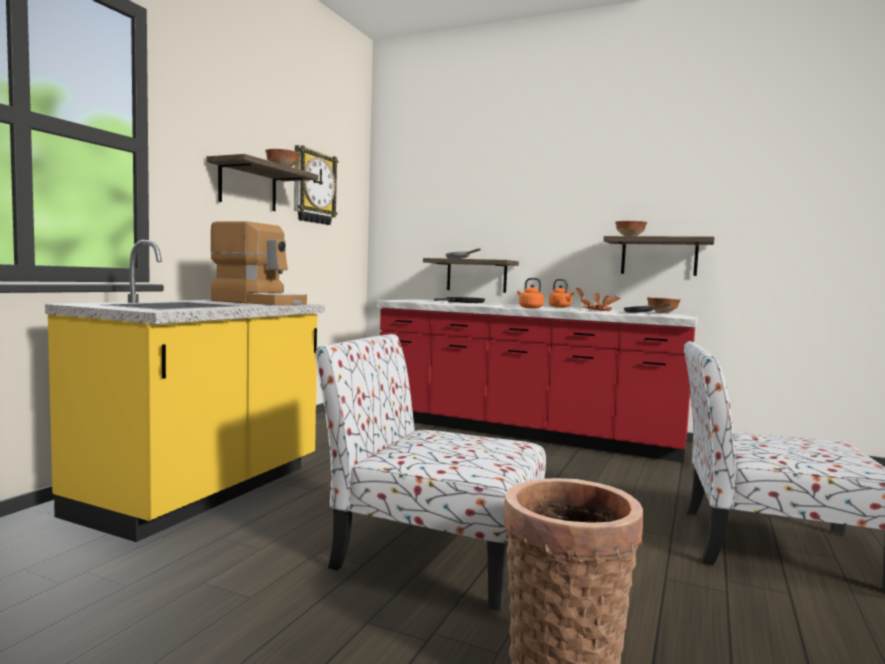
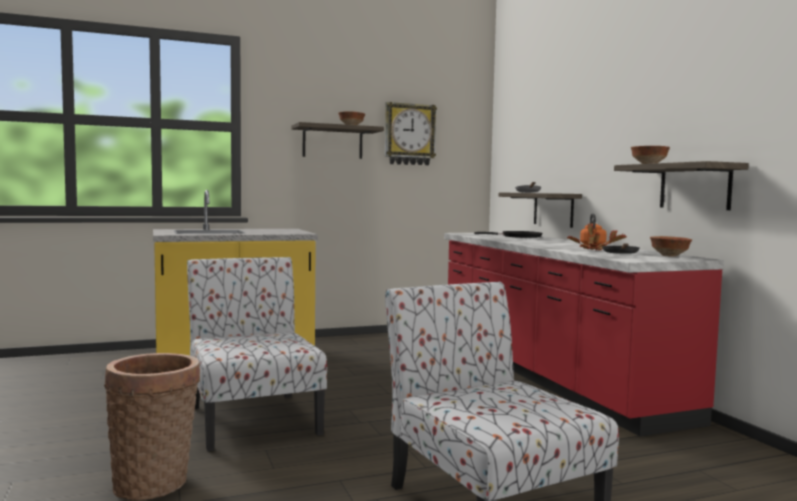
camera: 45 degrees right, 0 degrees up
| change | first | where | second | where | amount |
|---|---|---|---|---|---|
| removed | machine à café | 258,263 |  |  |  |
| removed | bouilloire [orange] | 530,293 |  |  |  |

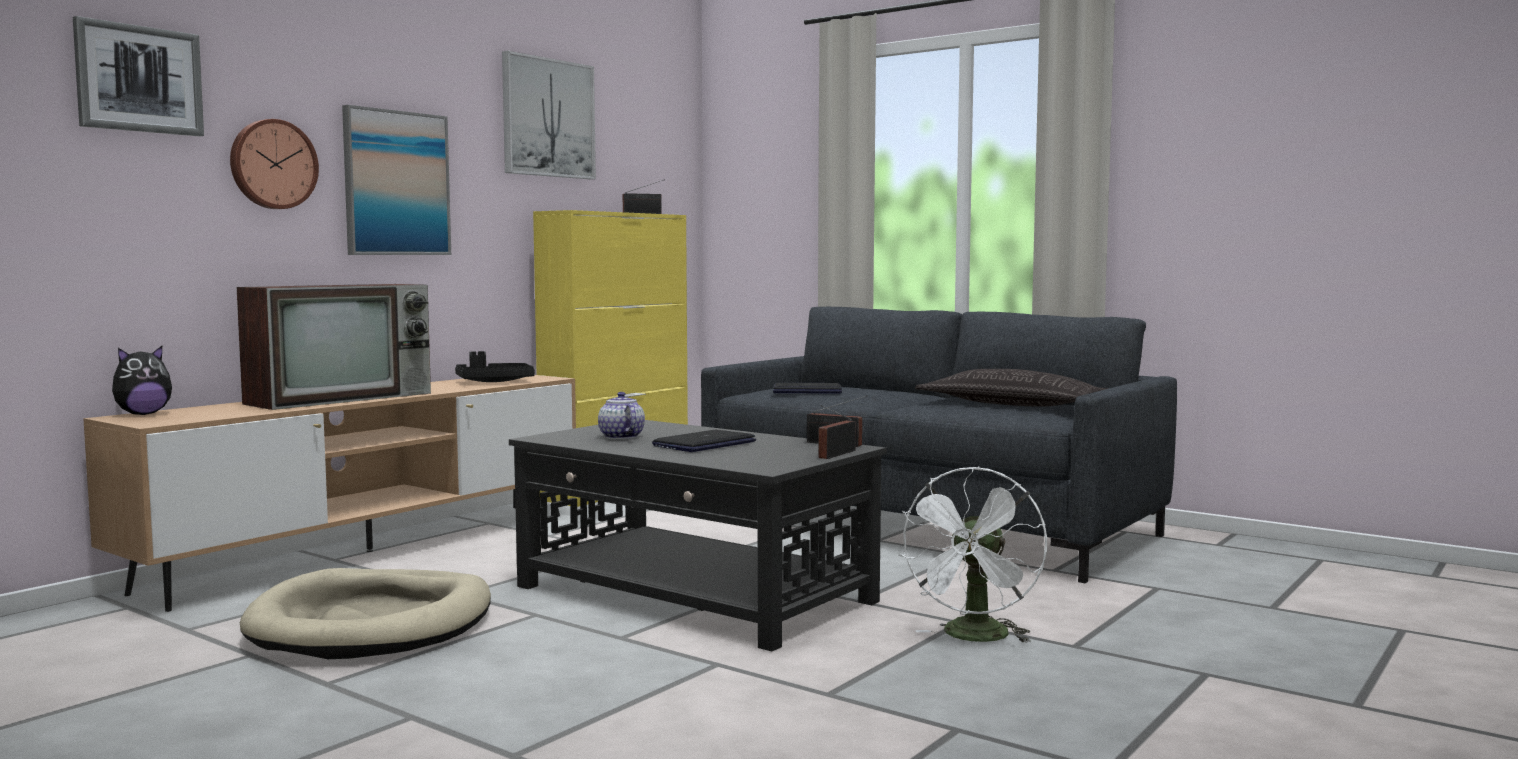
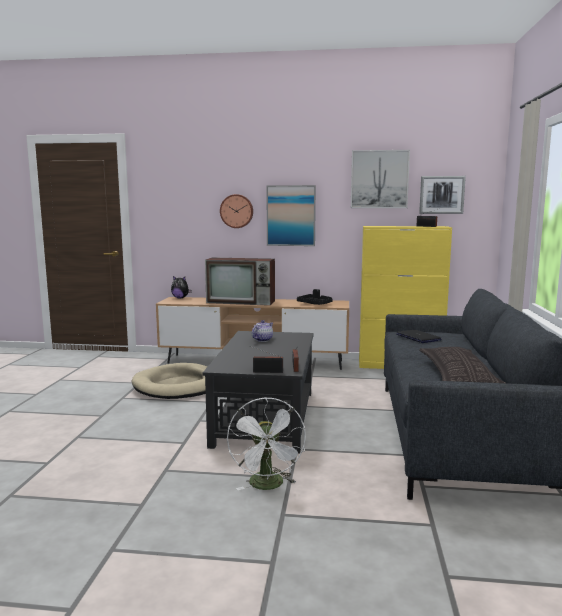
camera: 60 degrees right, 5 degrees up
| change | first | where | second | where | amount |
|---|---|---|---|---|---|
| turned | ventilateur [blanc] | 973,555 |  | 266,444 | 90 degrees counterclockwise |
| moved | tableau | 138,76 |  | 442,195 |  |
| removed | ordinateur portable | 704,441 |  |  |  |

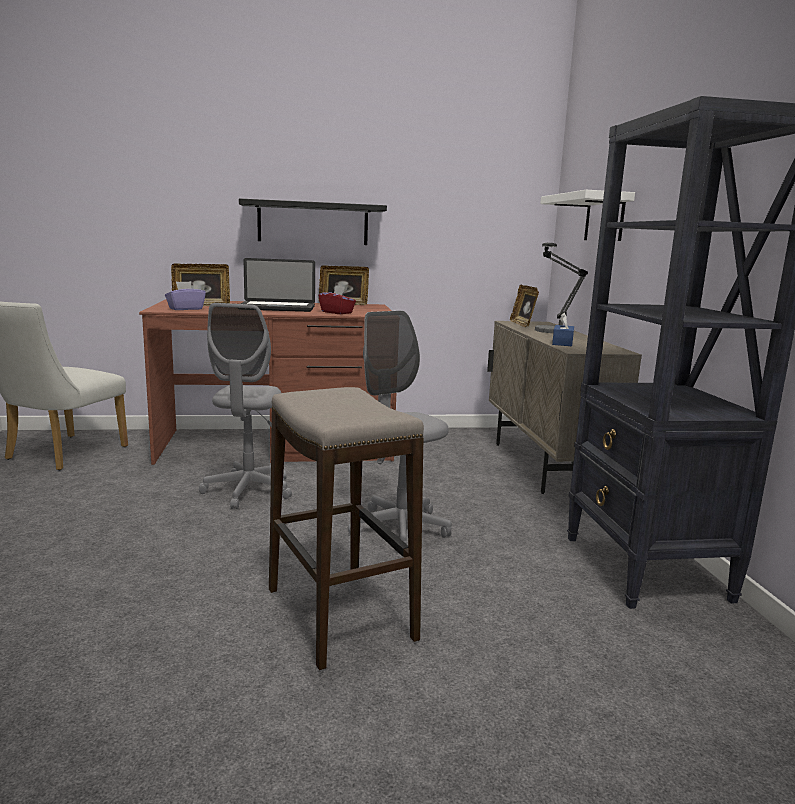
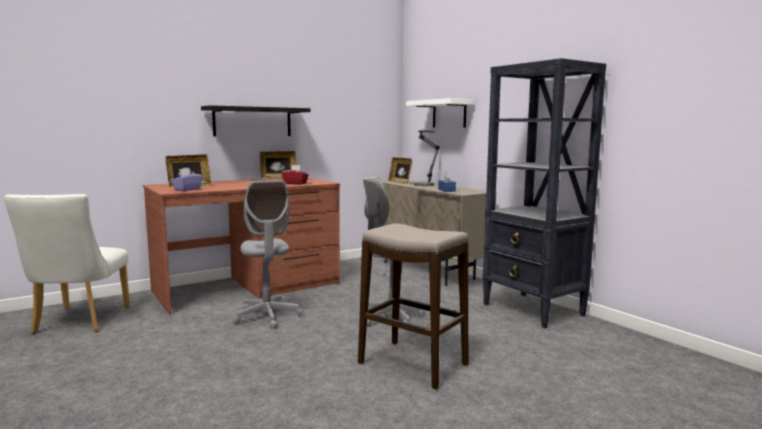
camera: 25 degrees left, 5 degrees down
| change | first | where | second | where | amount |
|---|---|---|---|---|---|
| removed | ordinateur portable | 278,285 |  |  |  |

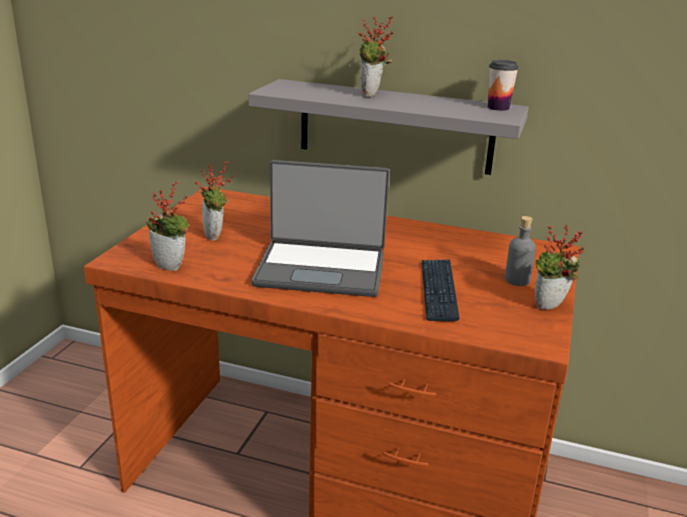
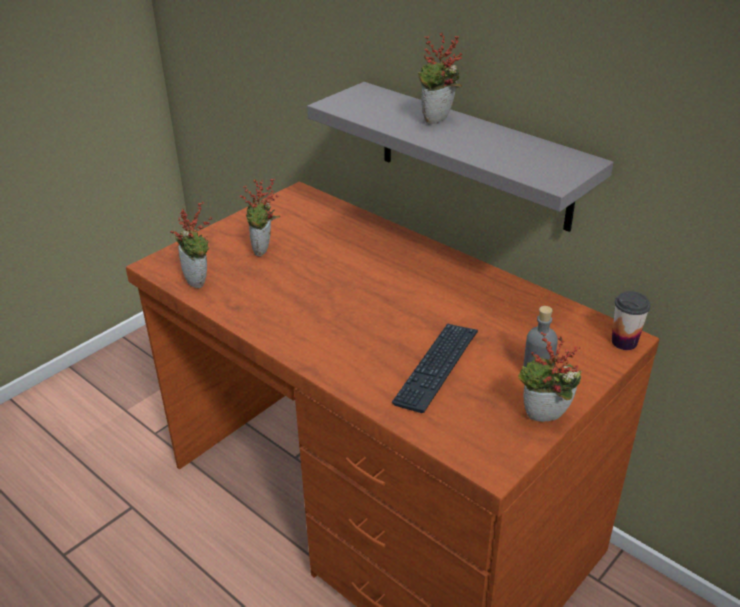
camera: 25 degrees right, 10 degrees up
| change | first | where | second | where | amount |
|---|---|---|---|---|---|
| moved | tasse | 503,85 |  | 631,320 |  |
| removed | ordinateur portable | 321,228 |  |  |  |

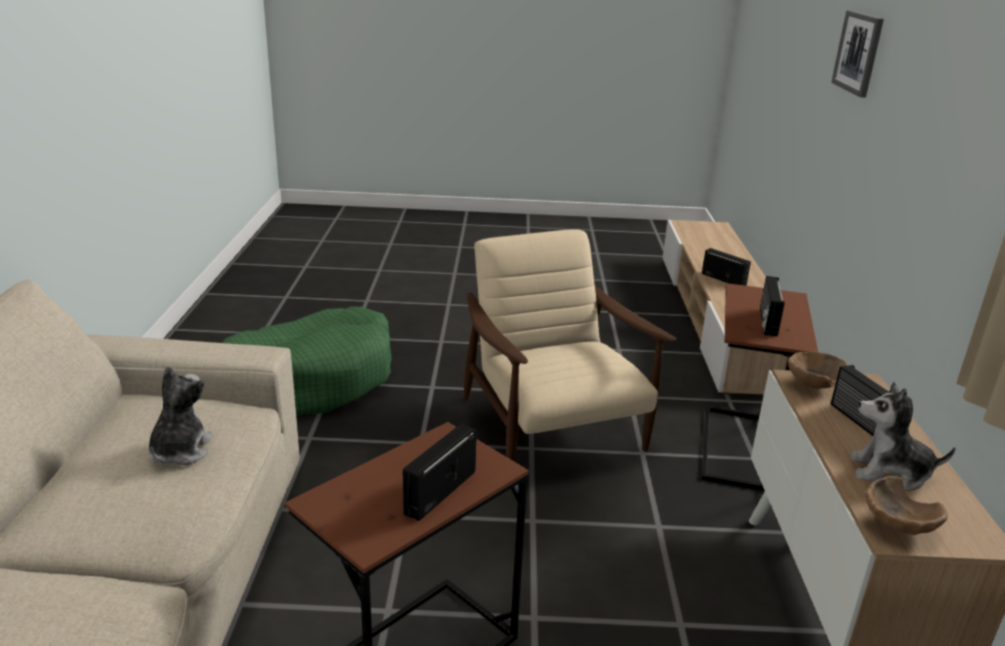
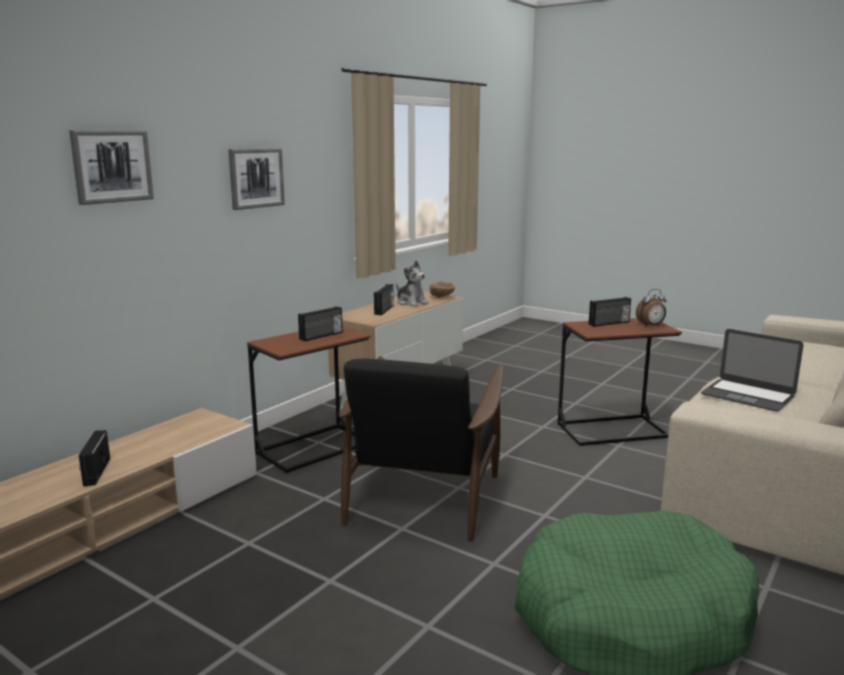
camera: 145 degrees left, 10 degrees down
| change | first | where | second | where | amount |
|---|---|---|---|---|---|
| added |  |  | tableau | 256,179 |  |
| recoloured | fauteuil [beige] | 570,345 | fauteuil [noir] | 421,449 |  |
| added |  |  | réveil | 651,307 |  |
| replaced | peluche | 181,416 | ordinateur portable | 752,370 |  |
| removed | bol [marron] | 818,370 |  |  |  |

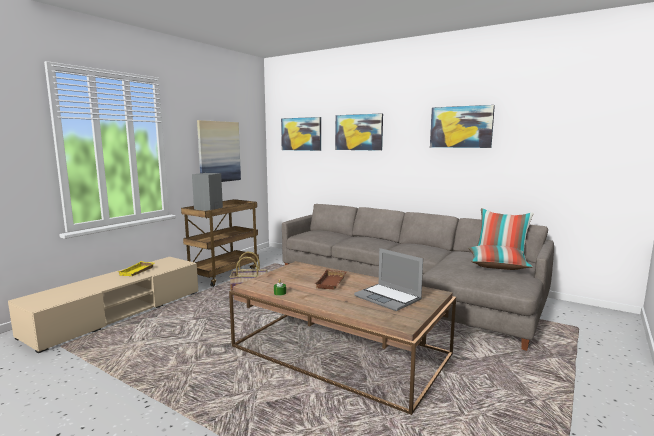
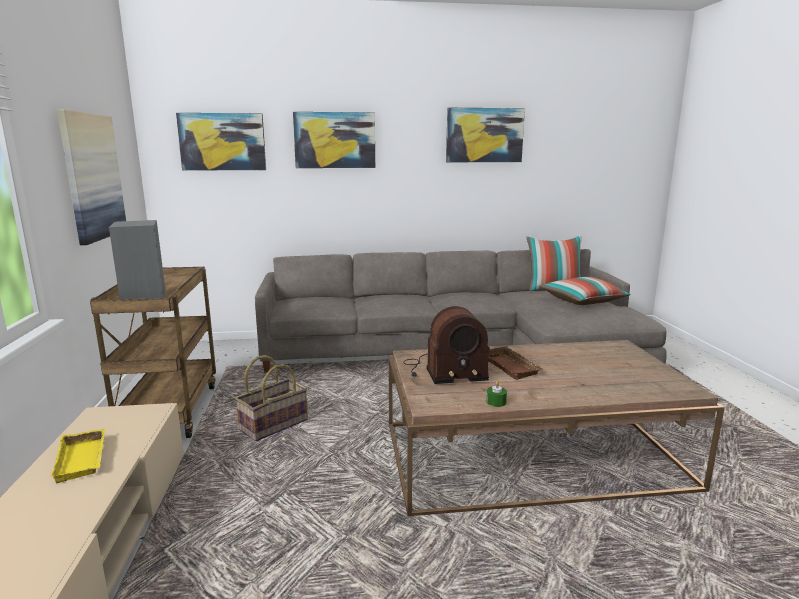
camera: 40 degrees left, 5 degrees up
| change | first | where | second | where | amount |
|---|---|---|---|---|---|
| added |  |  | radio | 447,345 |  |
| removed | ordinateur portable | 388,279 |  |  |  |

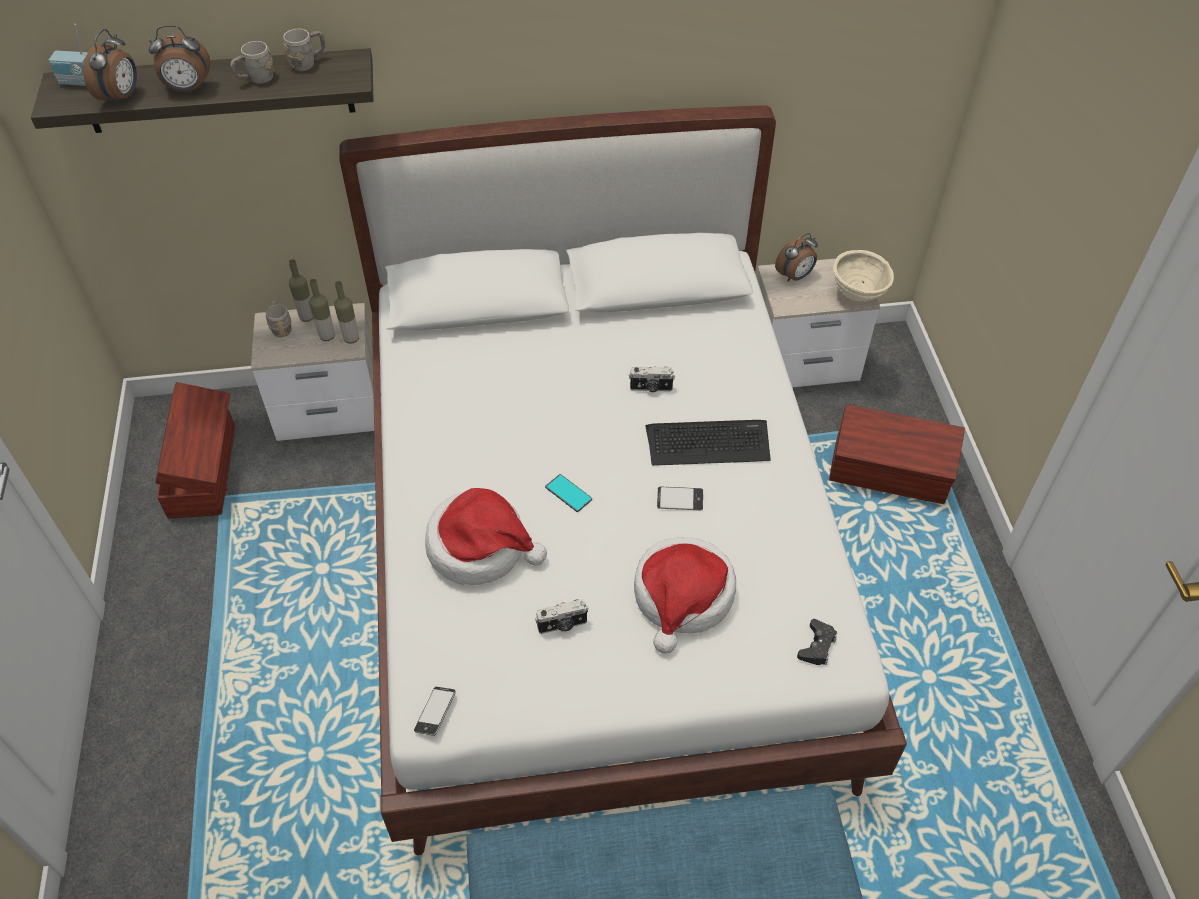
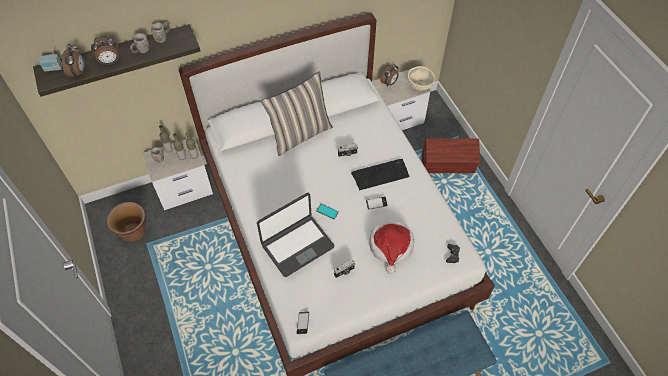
camera: 15 degrees left, 5 degrees up
| change | first | where | second | where | amount |
|---|---|---|---|---|---|
| replaced | boîte de rangement [marron] | 195,450 | cache-pot [marron] | 126,222 |  |
| replaced | chapeau | 486,536 | ordinateur portable | 296,235 |  |
| added |  |  | coussin | 297,113 |  |

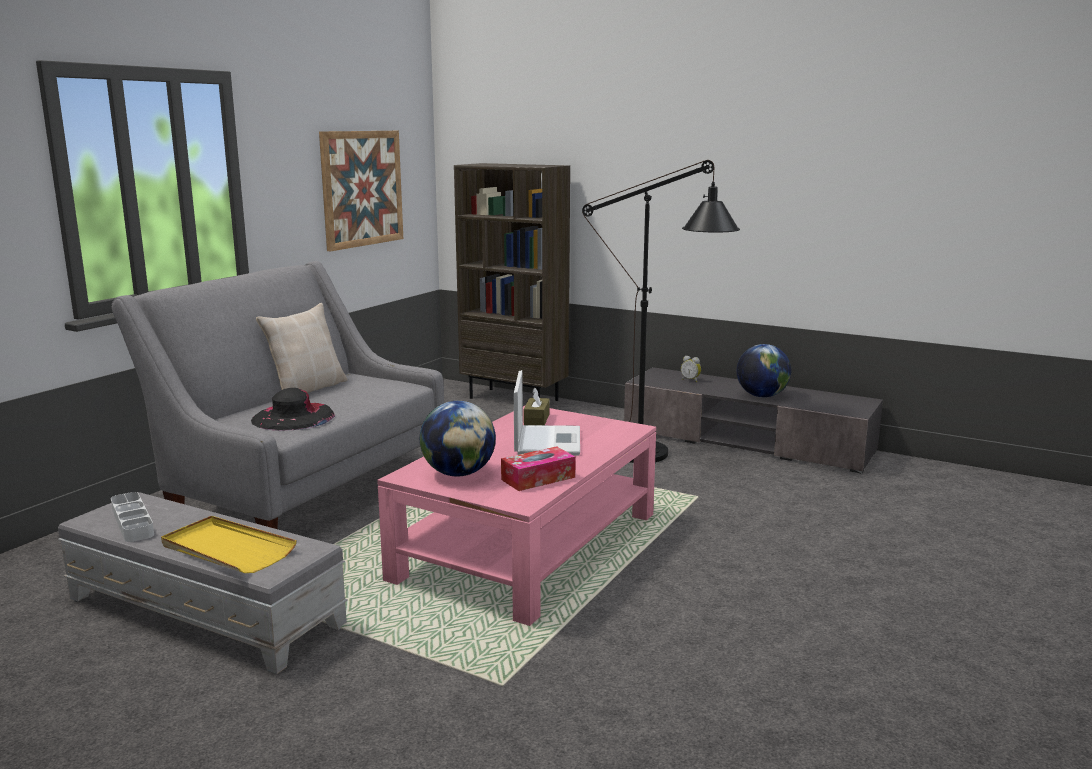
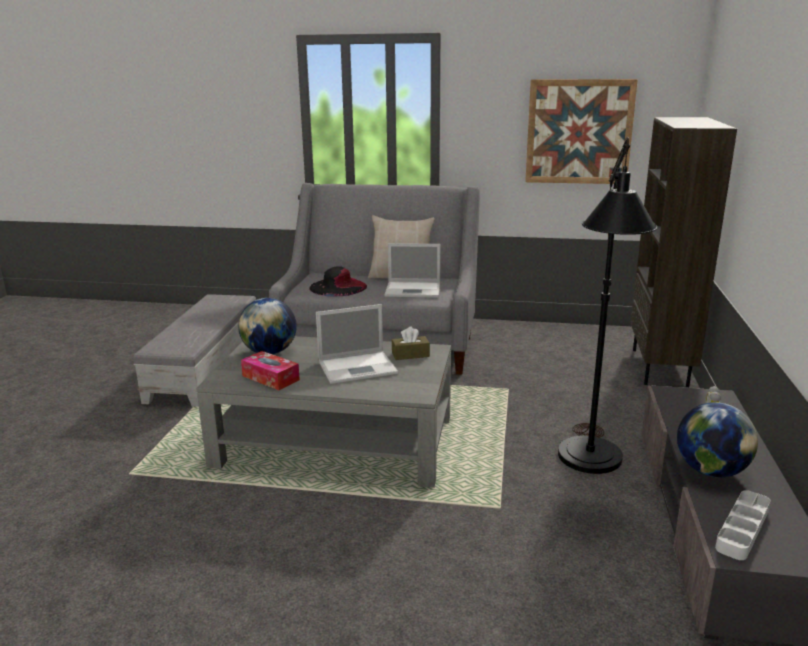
camera: 70 degrees right, 5 degrees up
| change | first | where | second | where | amount |
|---|---|---|---|---|---|
| recoloured | table basse [rose] | 516,515 | table basse [gris] | 323,412 |  |
| added |  |  | ordinateur portable | 412,270 |  |
| moved | plateau [gris] | 132,517 |  | 743,525 |  |
| removed | plateau [jaune] | 229,544 |  |  |  |

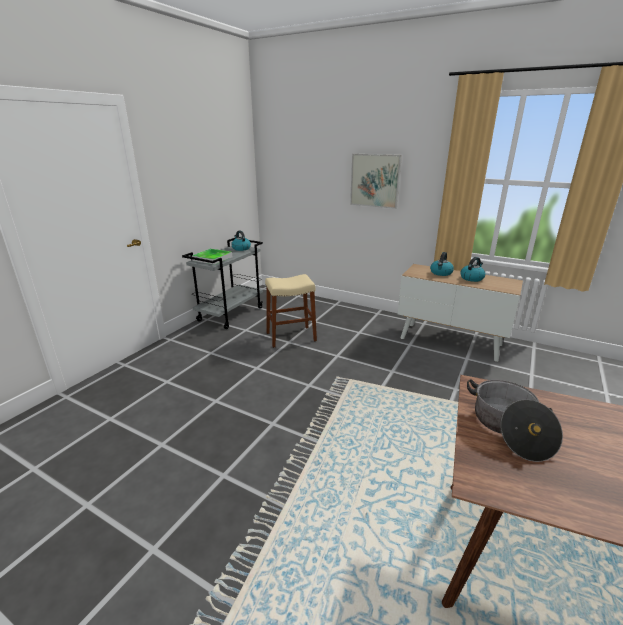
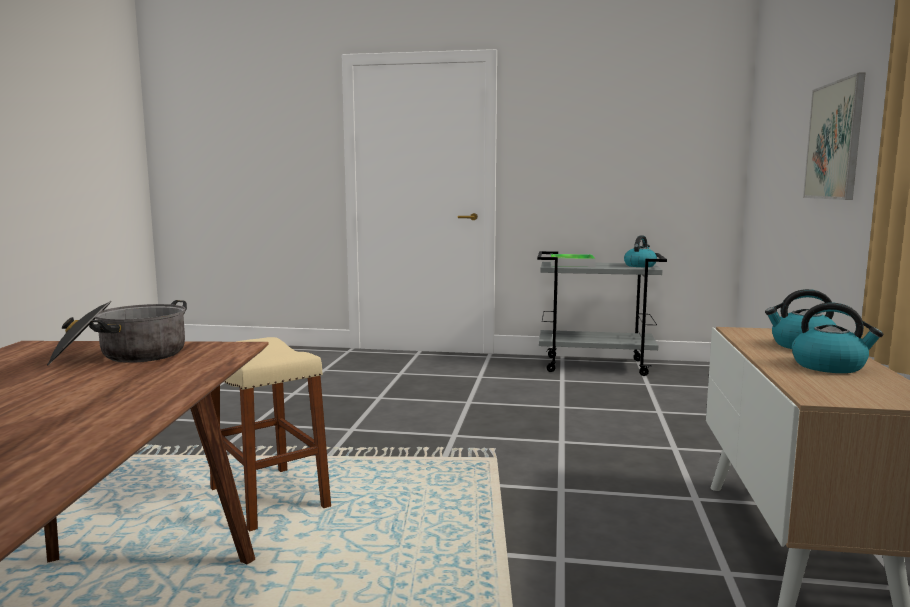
camera: 70 degrees right, 15 degrees down
| change | first | where | second | where | amount |
|---|---|---|---|---|---|
| moved | tabouret [beige] | 291,311 |  | 270,434 |  |

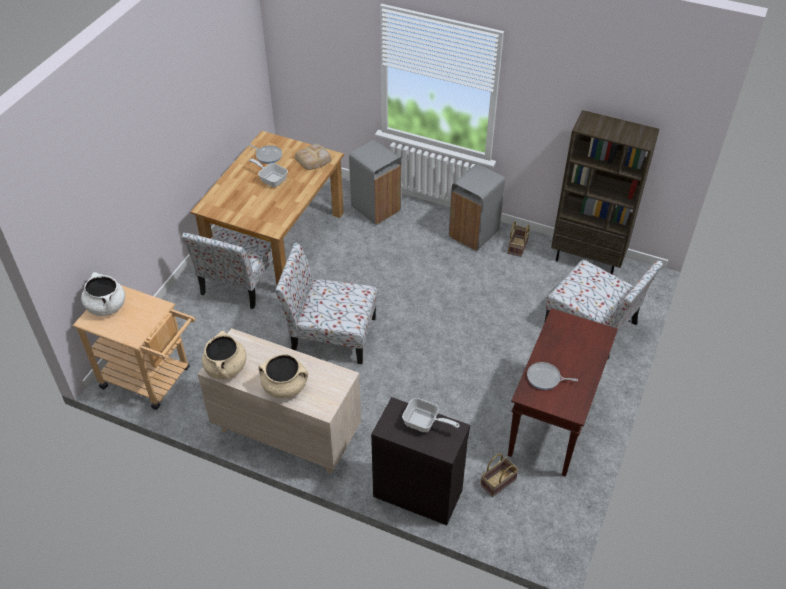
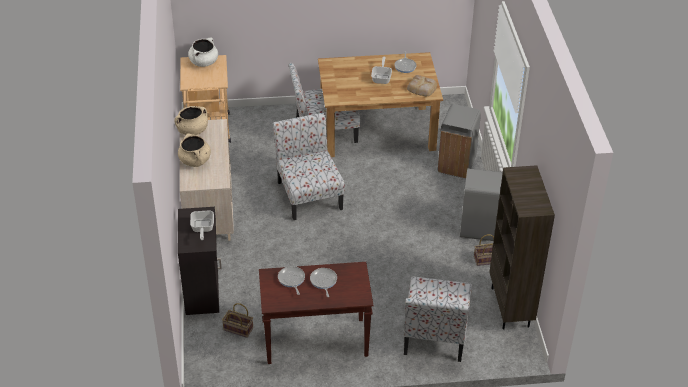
camera: 60 degrees right, 5 degrees down
| change | first | where | second | where | amount |
|---|---|---|---|---|---|
| added |  |  | poêle | 323,282 |  |

